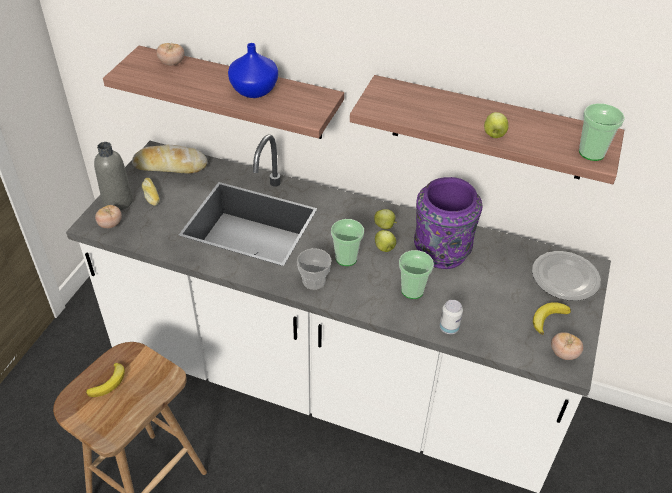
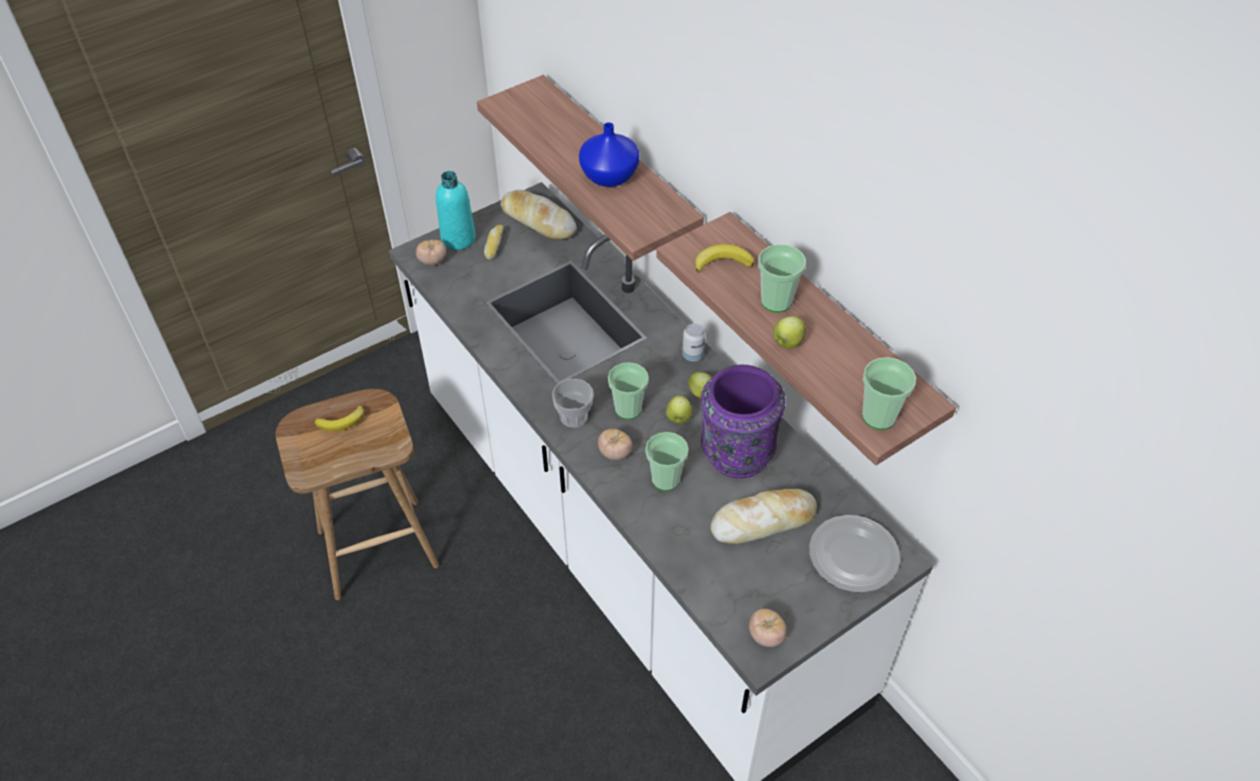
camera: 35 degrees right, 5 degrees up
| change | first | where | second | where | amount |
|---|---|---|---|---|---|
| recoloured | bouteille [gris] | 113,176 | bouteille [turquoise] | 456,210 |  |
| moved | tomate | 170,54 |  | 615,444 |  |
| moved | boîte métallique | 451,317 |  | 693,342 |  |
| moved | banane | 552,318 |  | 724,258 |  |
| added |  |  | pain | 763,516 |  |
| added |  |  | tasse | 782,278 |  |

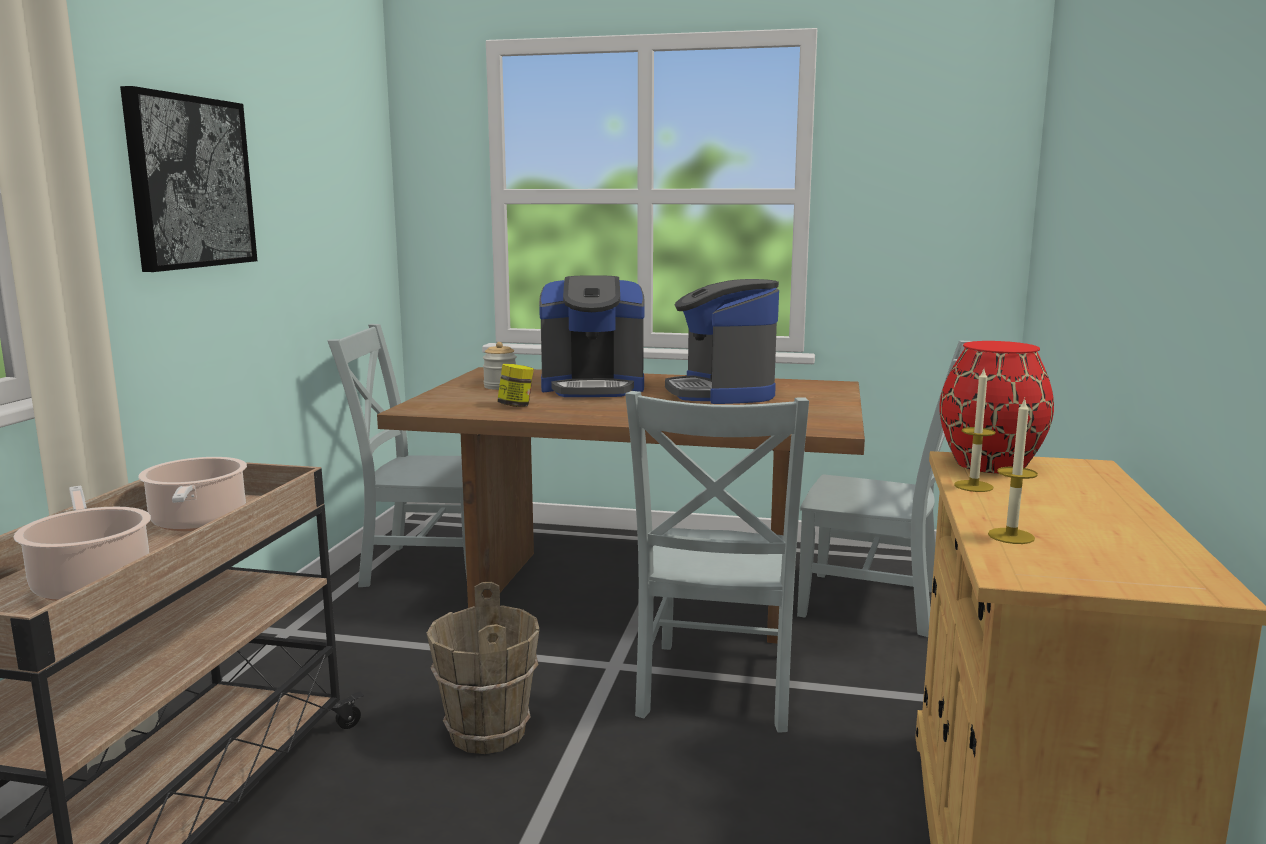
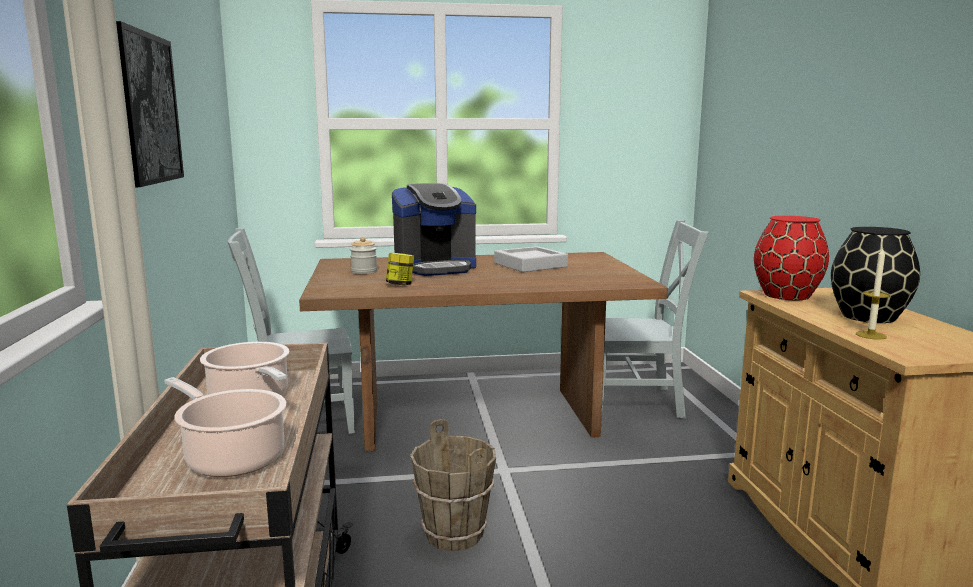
camera: 20 degrees left, 0 degrees up
| change | first | where | second | where | amount |
|---|---|---|---|---|---|
| replaced | machine à café | 722,341 | plateau [gris] | 531,259 |  |
| added |  |  | vase [noir] | 875,275 |  |
| removed | chaise [gris] | 717,562 |  |  |  |
| removed | bougie | 974,430 |  |  |  |

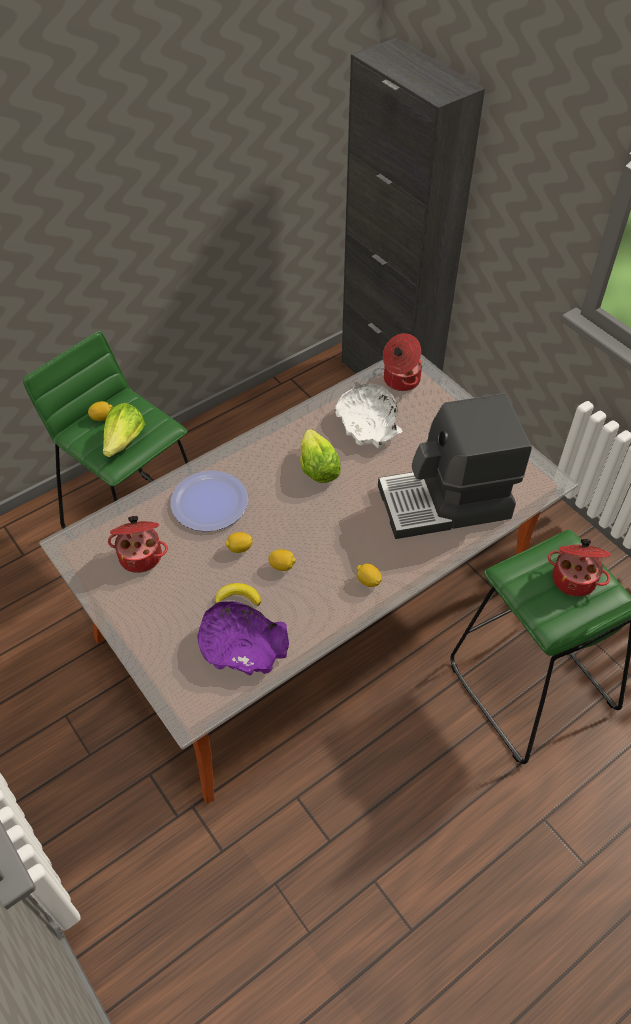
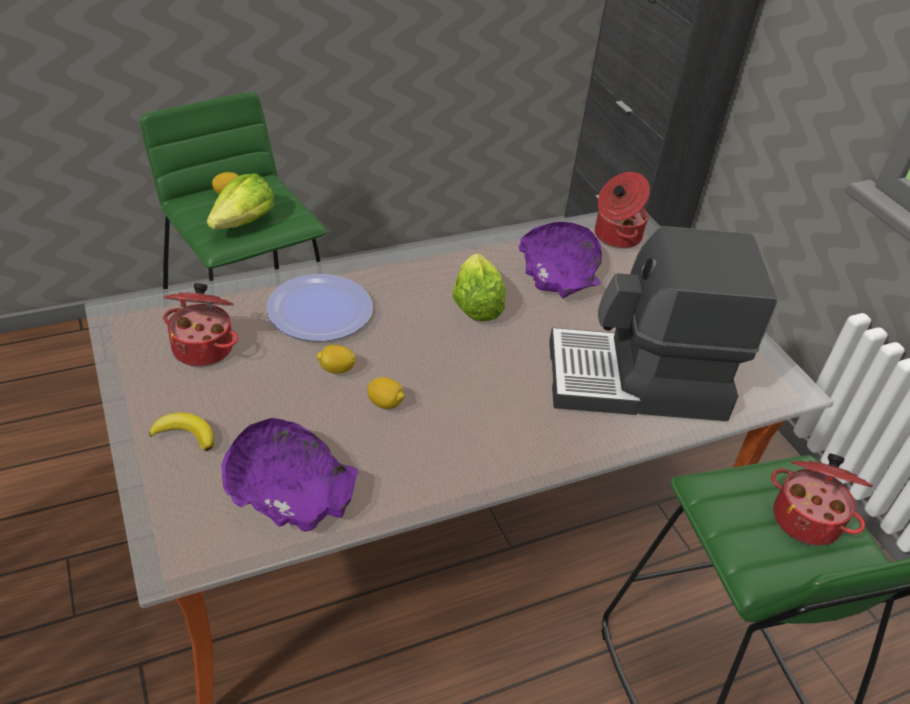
camera: 10 degrees right, 10 degrees down
| change | first | where | second | where | amount |
|---|---|---|---|---|---|
| moved | banane | 238,594 |  | 181,432 |  |
| recoloured | bol [blanc] | 368,415 | bol [violet] | 560,260 |  |
| removed | citron | 369,575 |  |  |  |

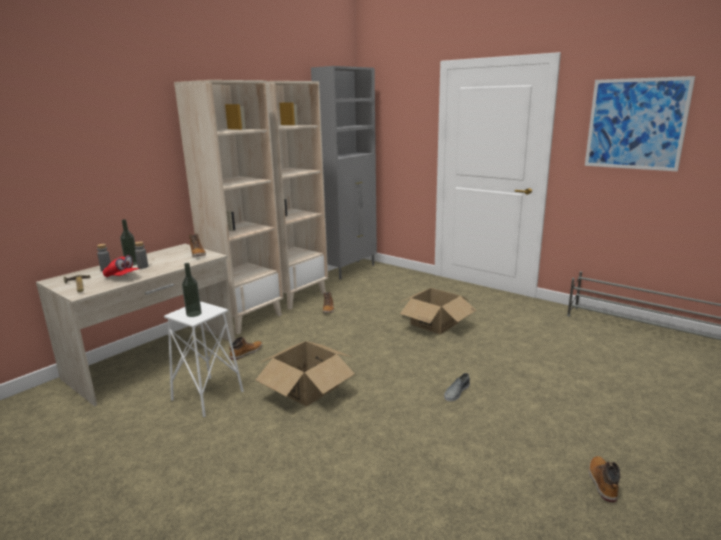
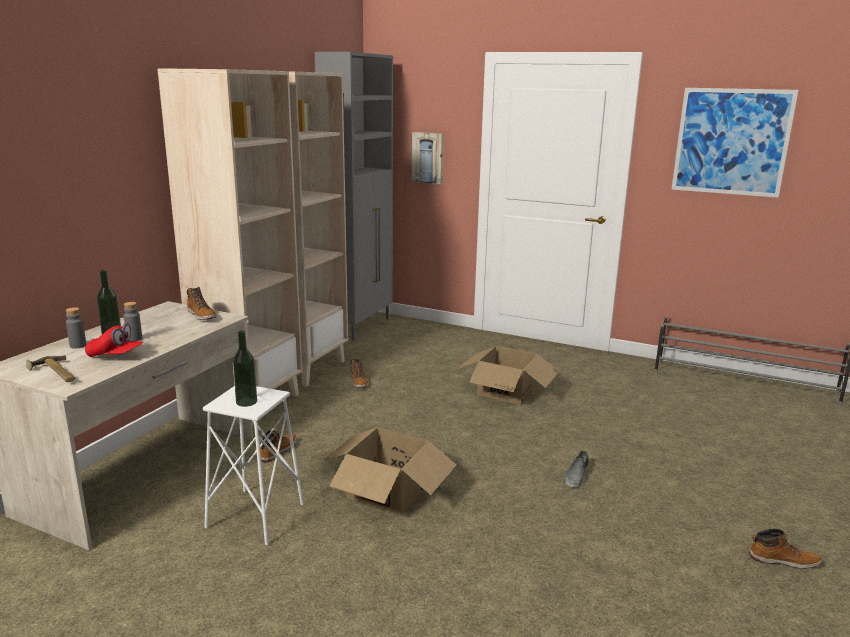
camera: 15 degrees left, 0 degrees up
| change | first | where | second | where | amount |
|---|---|---|---|---|---|
| added |  |  | tableau | 428,158 |  |
| turned | botte | 604,479 |  | 785,549 | 105 degrees clockwise |

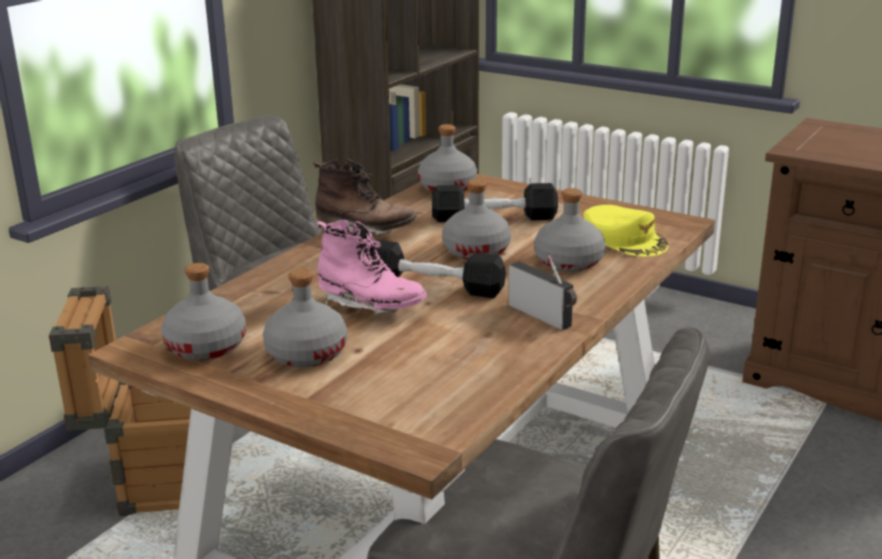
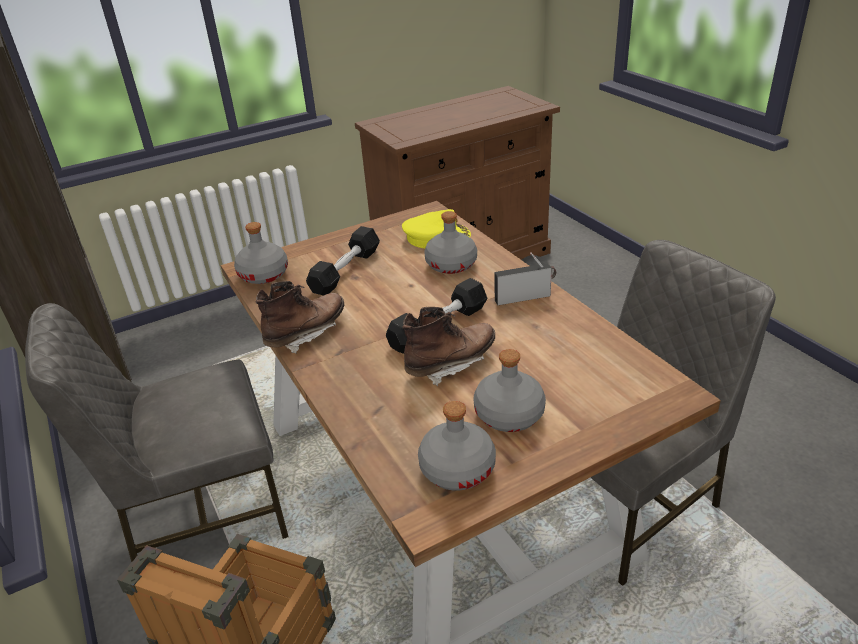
camera: 60 degrees left, 10 degrees up
| change | first | where | second | where | amount |
|---|---|---|---|---|---|
| recoloured | botte [rose] | 372,267 | botte [marron] | 448,346 |  |
| removed | bouteille [gris] | 476,219 |  |  |  |

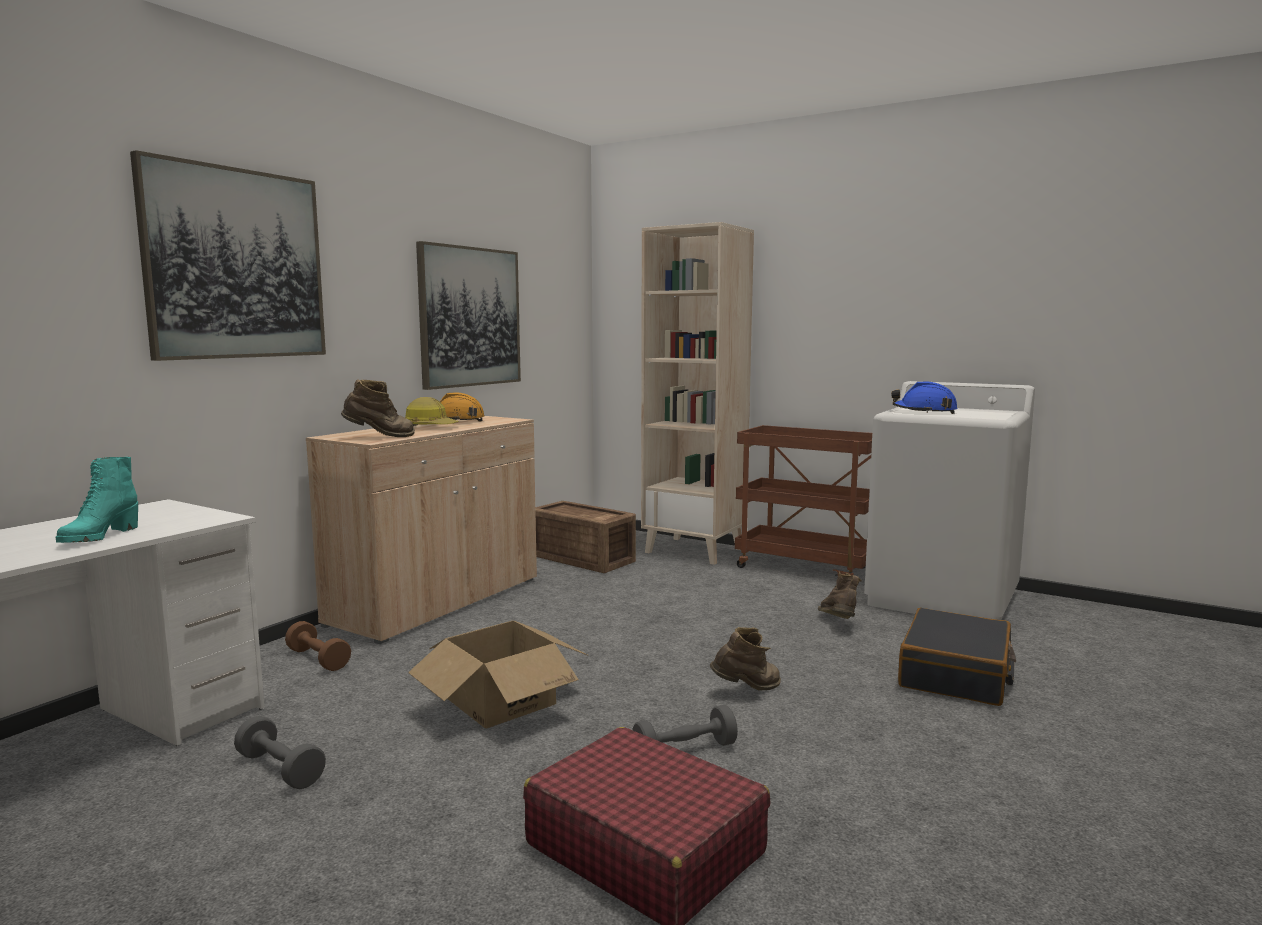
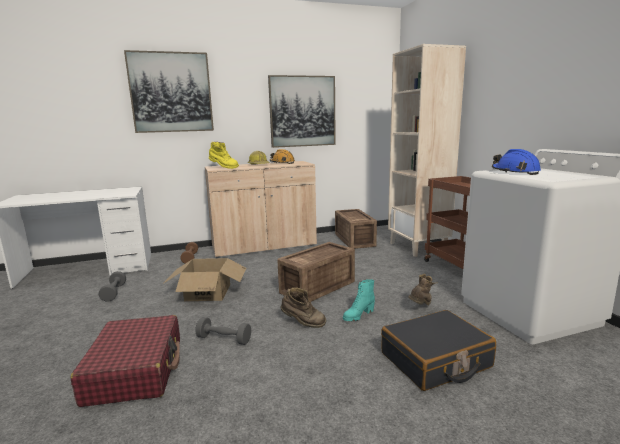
camera: 40 degrees right, 5 degrees up
| change | first | where | second | where | amount |
|---|---|---|---|---|---|
| recoloured | botte [marron] | 378,408 | botte [jaune] | 224,155 |  |
| added |  |  | caisse | 316,272 |  |
| moved | botte [turquoise] | 97,500 |  | 359,300 |  |

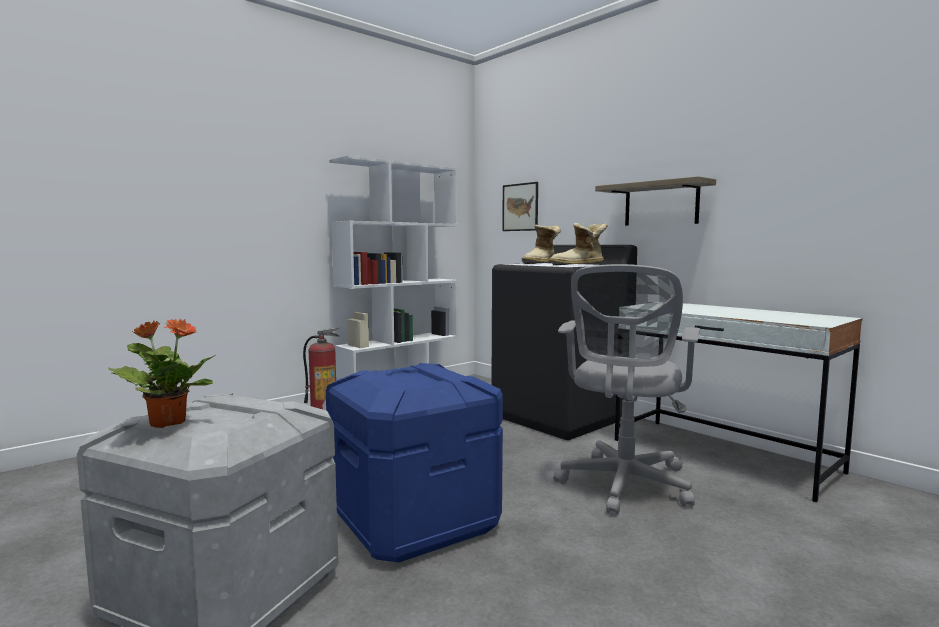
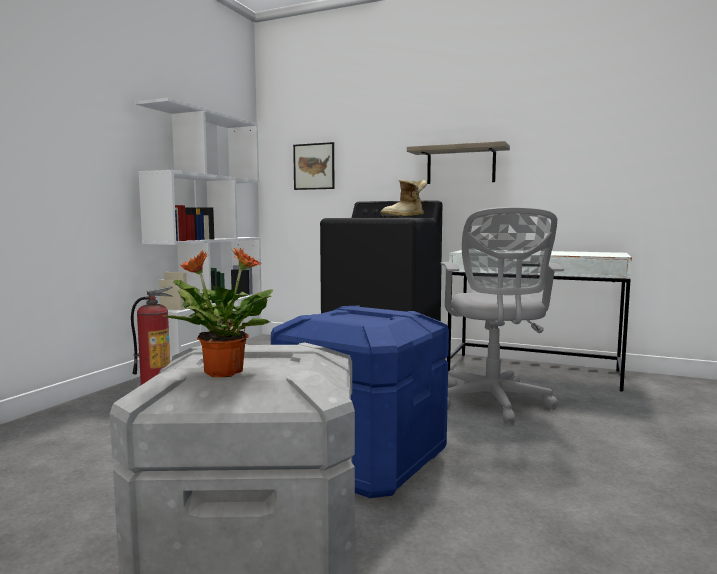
camera: 25 degrees left, 0 degrees up
| change | first | where | second | where | amount |
|---|---|---|---|---|---|
| removed | botte | 541,244 |  |  |  |

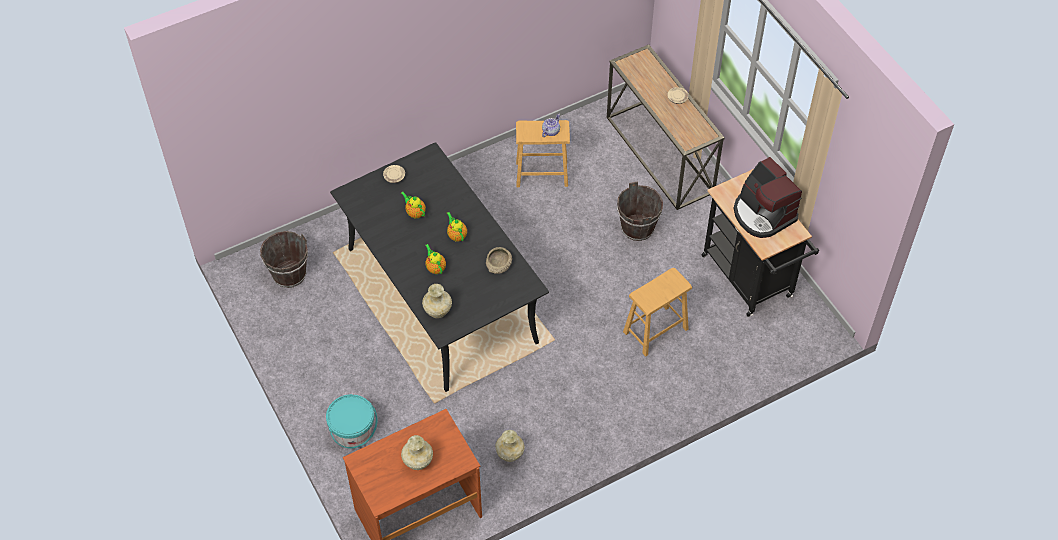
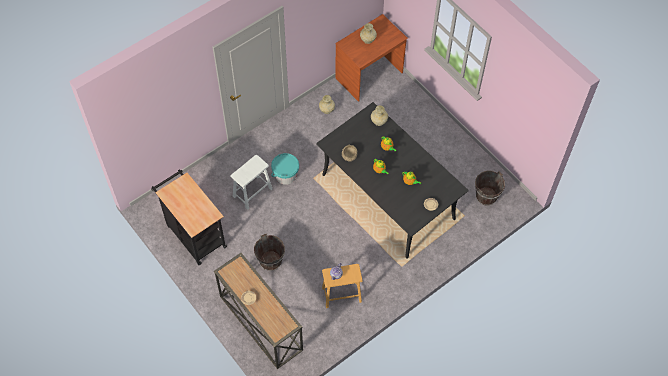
camera: 170 degrees right, 5 degrees up
| change | first | where | second | where | amount |
|---|---|---|---|---|---|
| recoloured | tabouret [marron] | 657,312 | tabouret [blanc] | 251,182 |  |
| moved | seau [turquoise] | 351,421 |  | 285,169 |  |
| removed | machine à café | 767,197 |  |  |  |

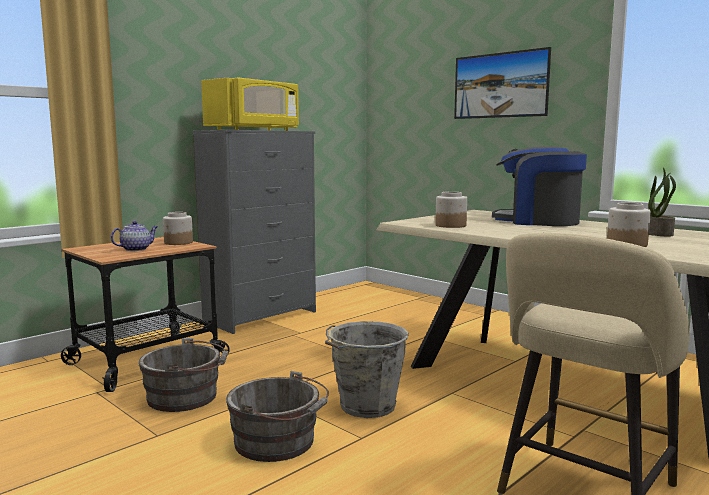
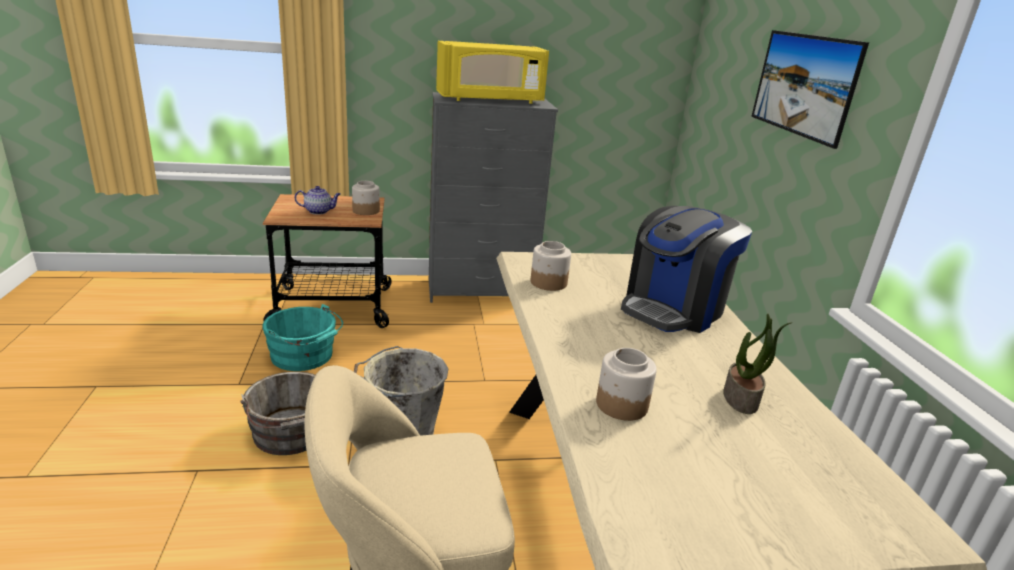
camera: 35 degrees right, 15 degrees up
| change | first | where | second | where | amount |
|---|---|---|---|---|---|
| recoloured | seau [gris] | 183,375 | seau [turquoise] | 302,337 |  |
| turned | machine à café | 539,186 |  | 686,269 | 105 degrees counterclockwise |

